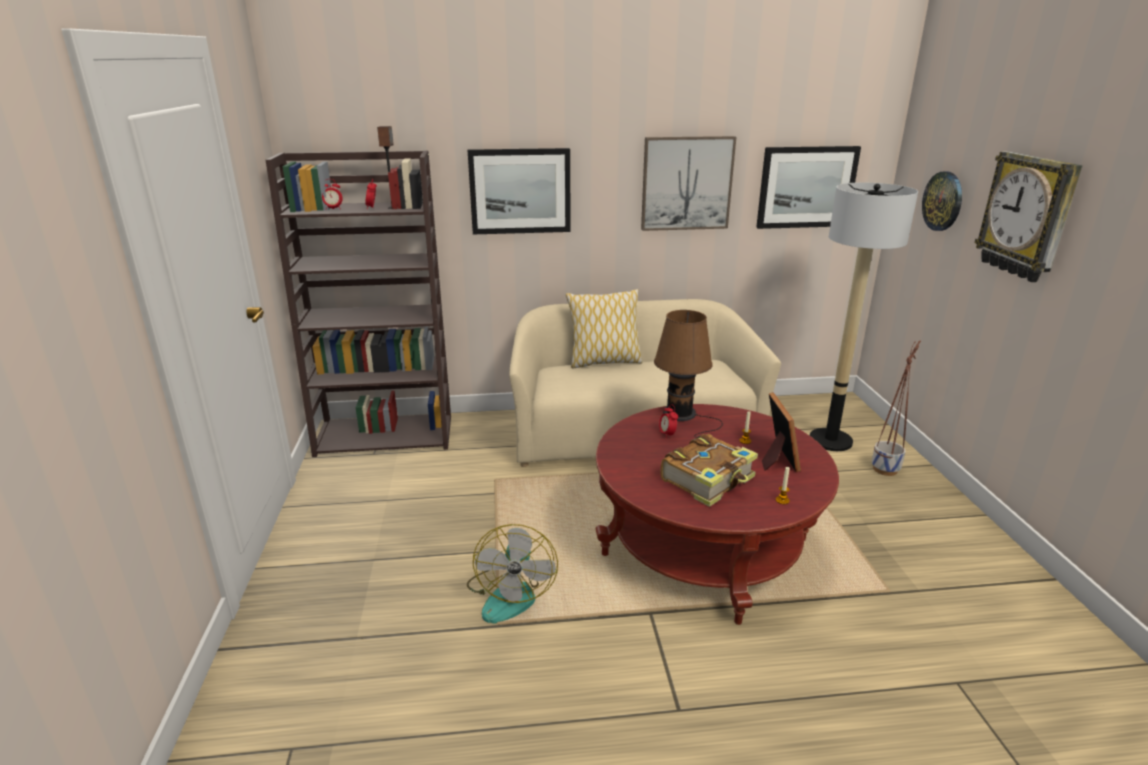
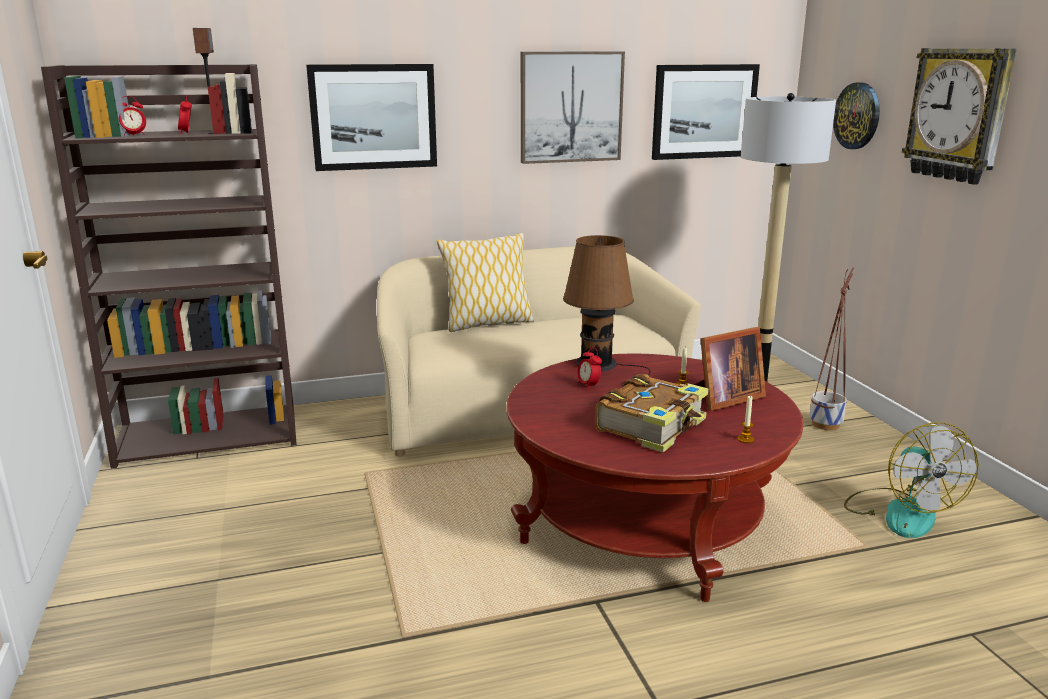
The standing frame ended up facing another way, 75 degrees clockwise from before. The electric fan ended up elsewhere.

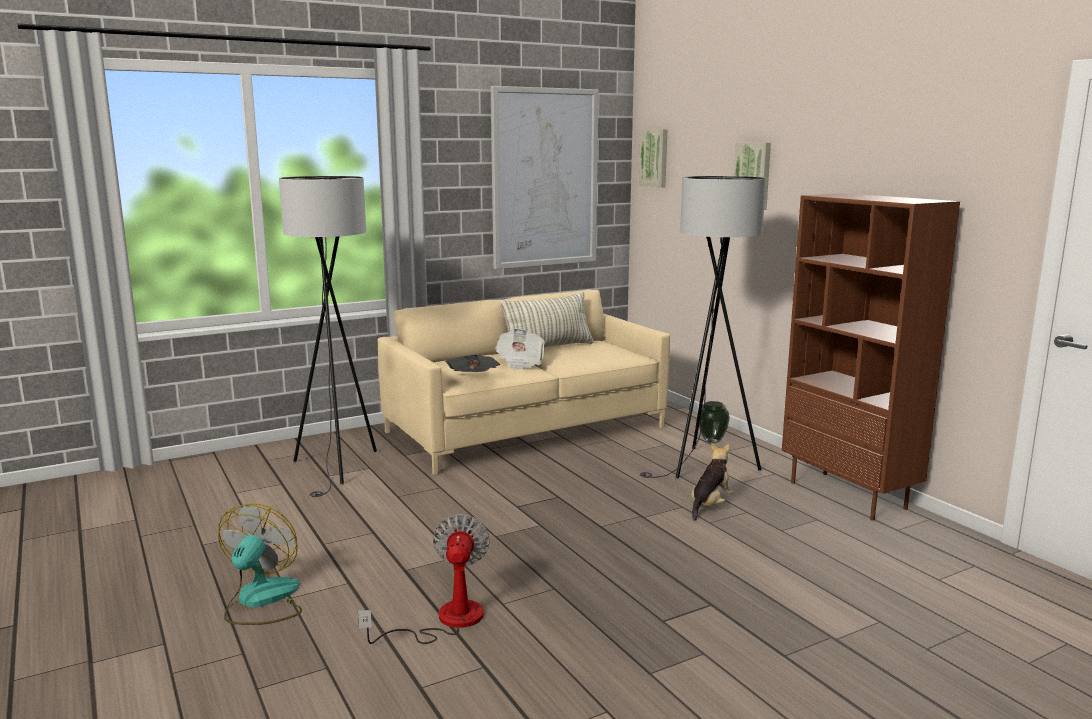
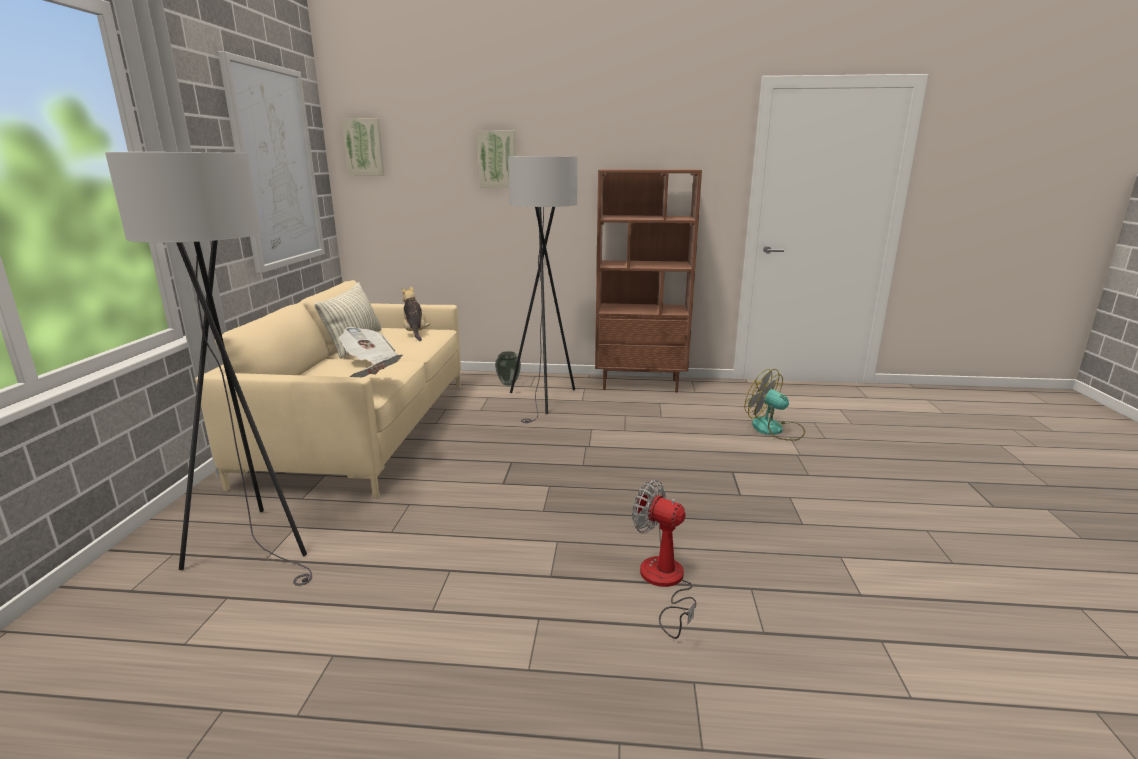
The plush toy ended up elsewhere. The electric fan (1st from left in the first image) ended up elsewhere.

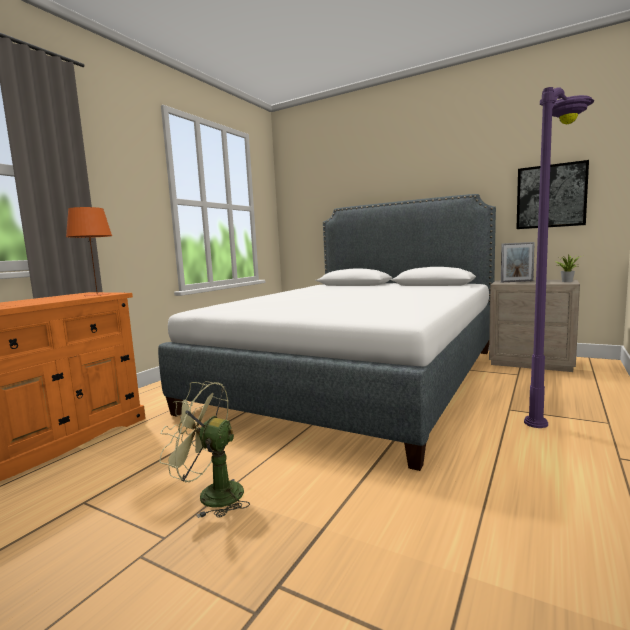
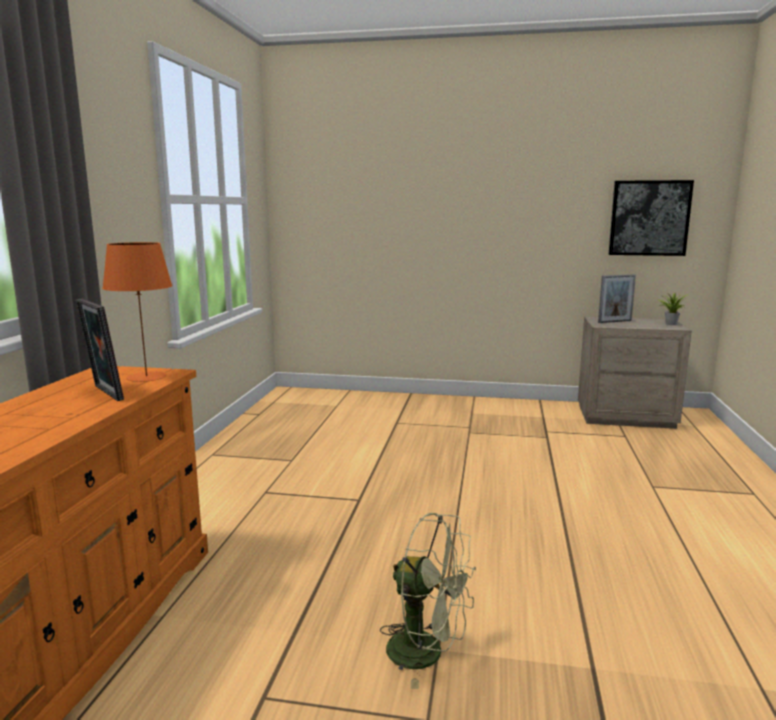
The second view gained the standing frame (1st from left). The green electric fan ended up facing another way, 150 degrees counterclockwise from before. The second view lost the white-coloured bedroom bed. The second view lost the purplish standard lamp.

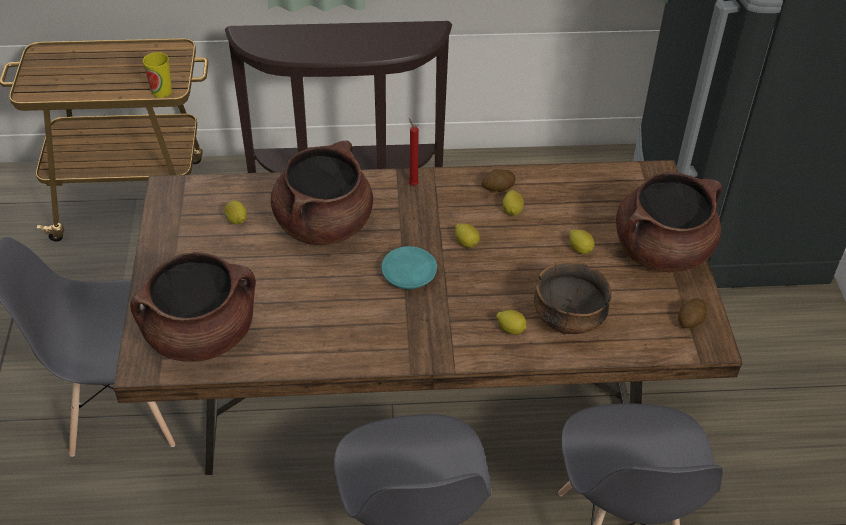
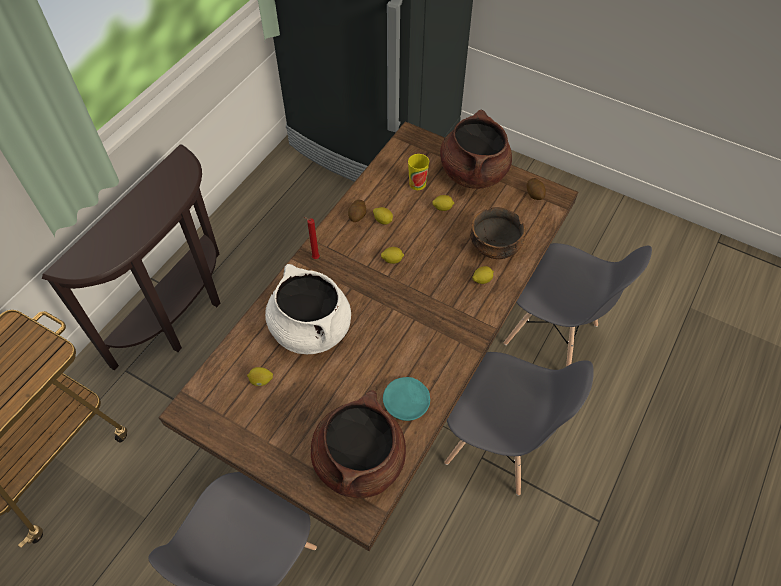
What was the brown saucepot (2nd from left) turned into the white-coloured saucepot. The turquoise-coloured flat dish ended up elsewhere. The small cup ended up elsewhere.

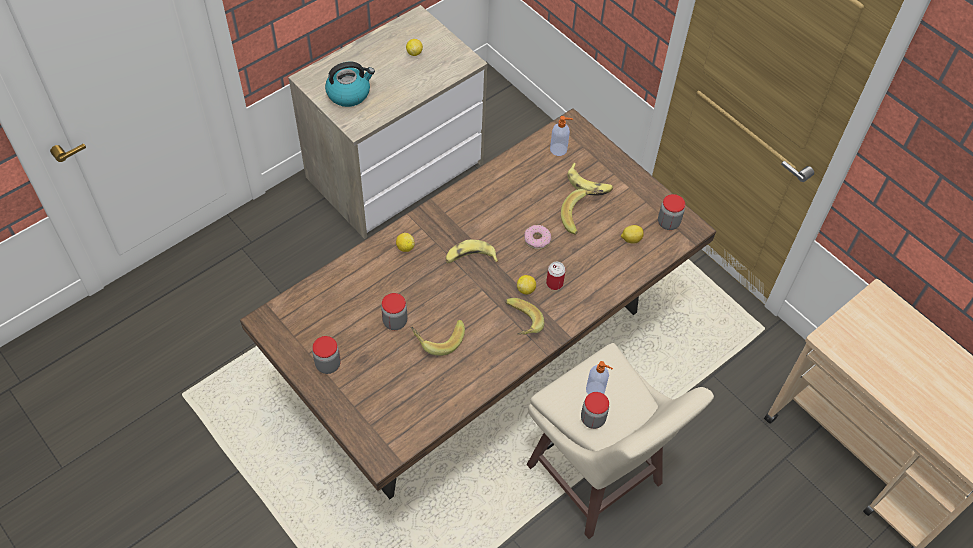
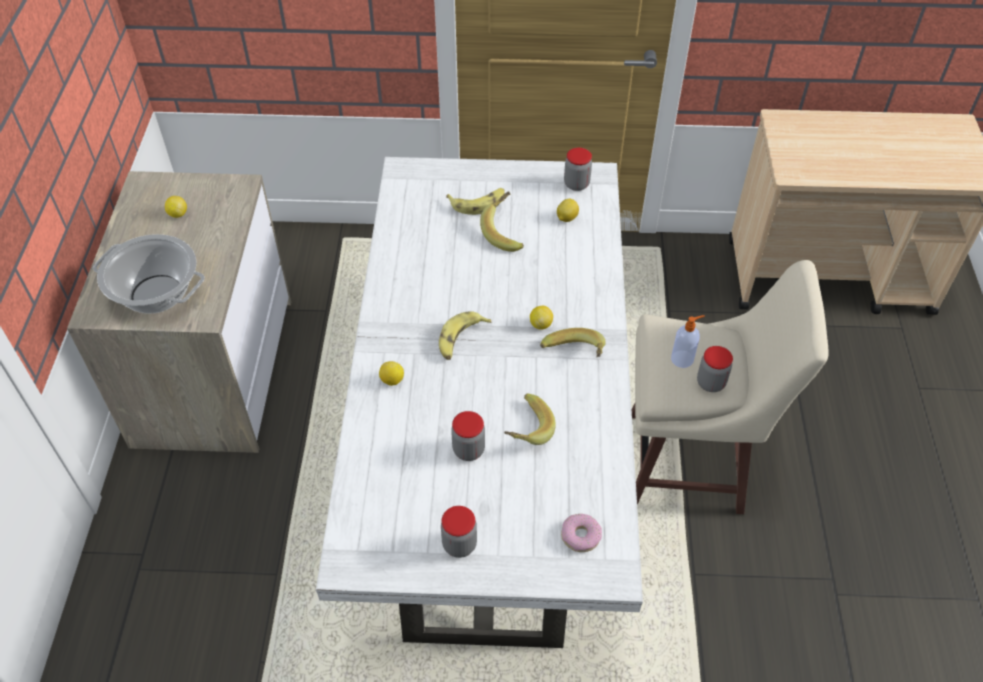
Where the tea kettle stood, the saucepot came to stand. What was the brown dining table turned into the white-coloured dining table. The doughnut ended up elsewhere. The second view lost the can. The second view lost the soap dispenser (1st from left).

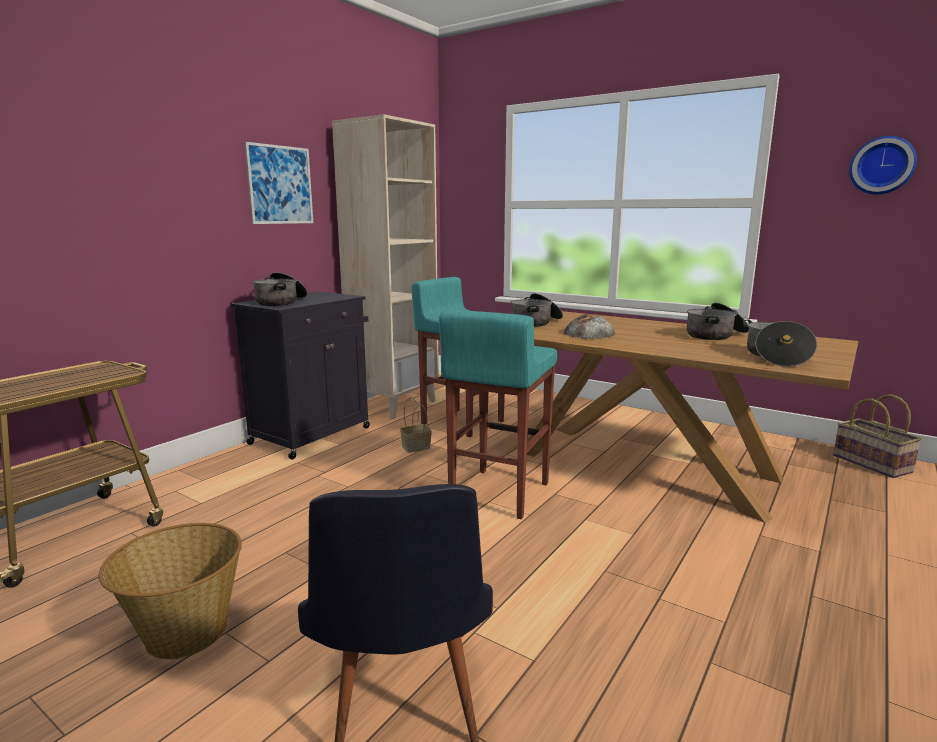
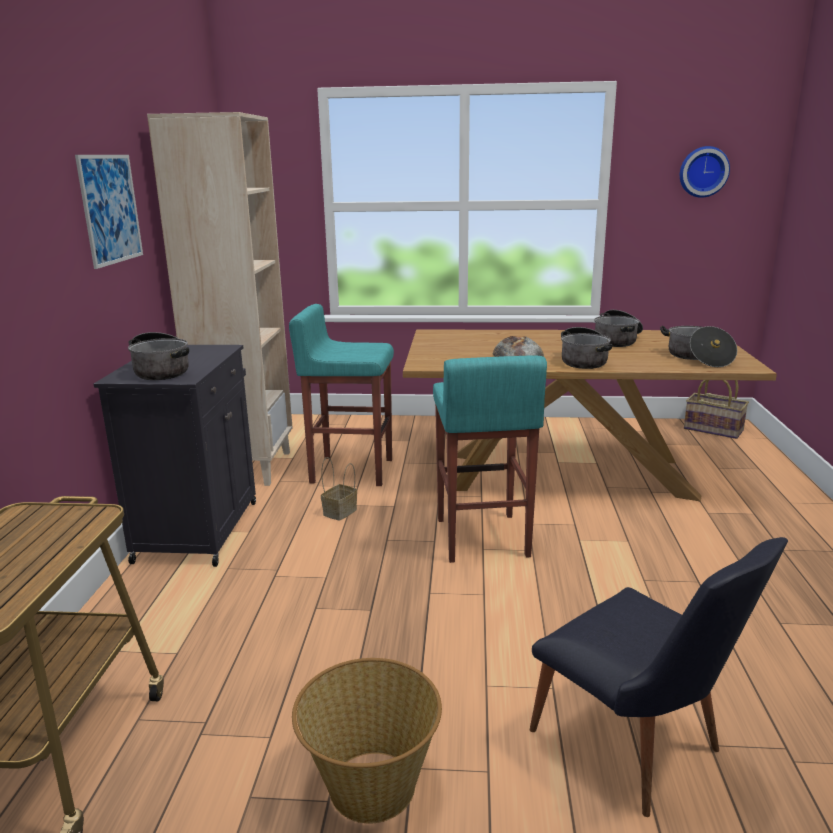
The saucepot (2nd from left) ended up elsewhere.

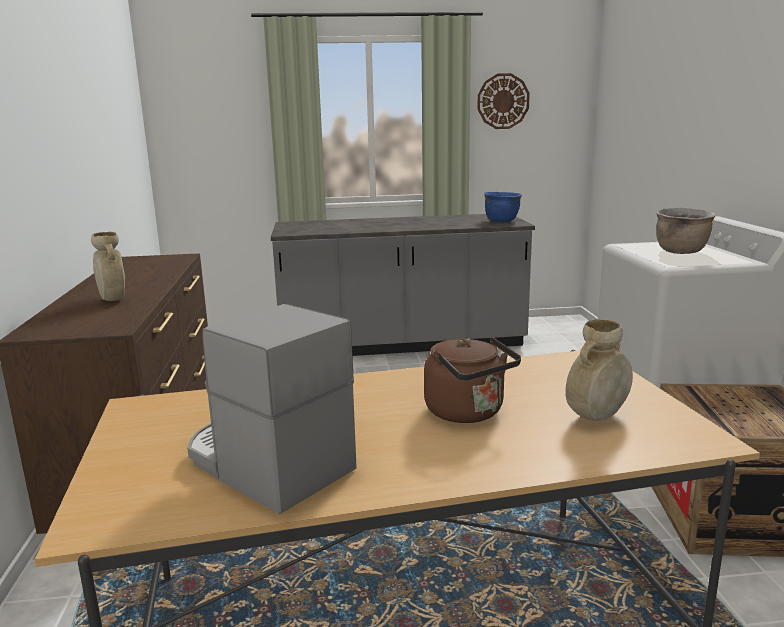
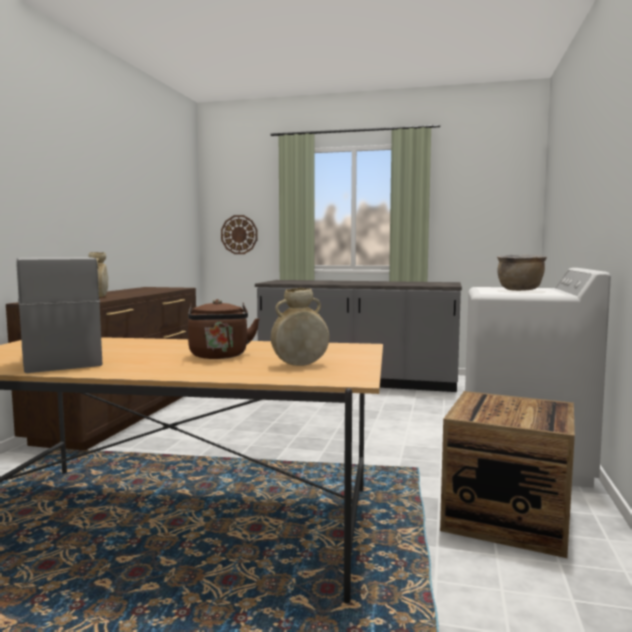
The clock on the wall ended up elsewhere. The second view lost the bluish saucepot.

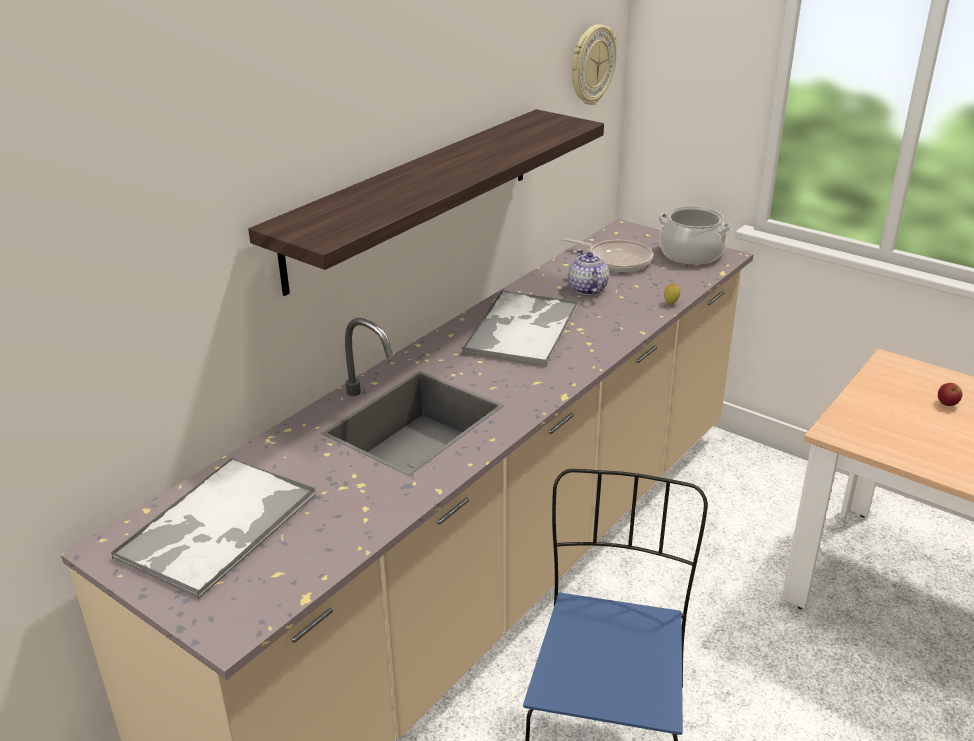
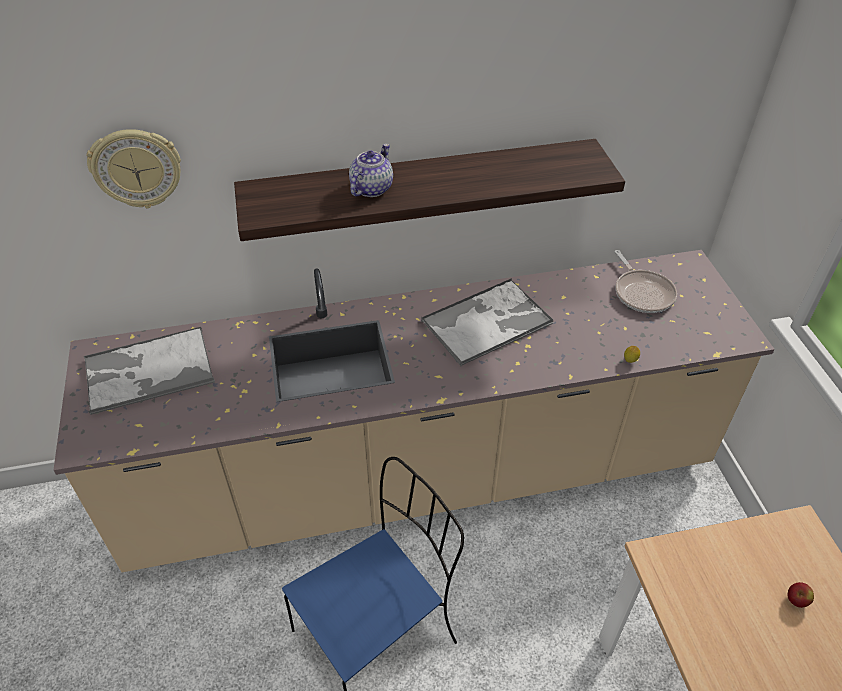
The clock on the wall ended up elsewhere. The teapot ended up elsewhere. The second view lost the saucepot.

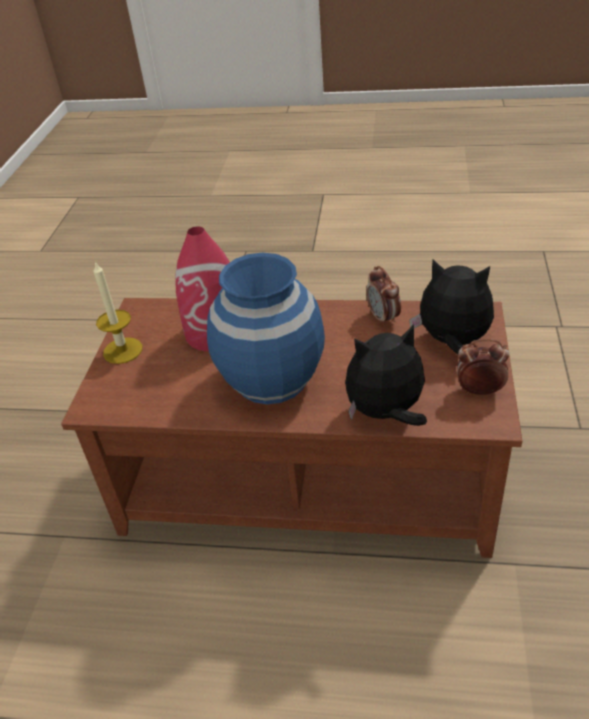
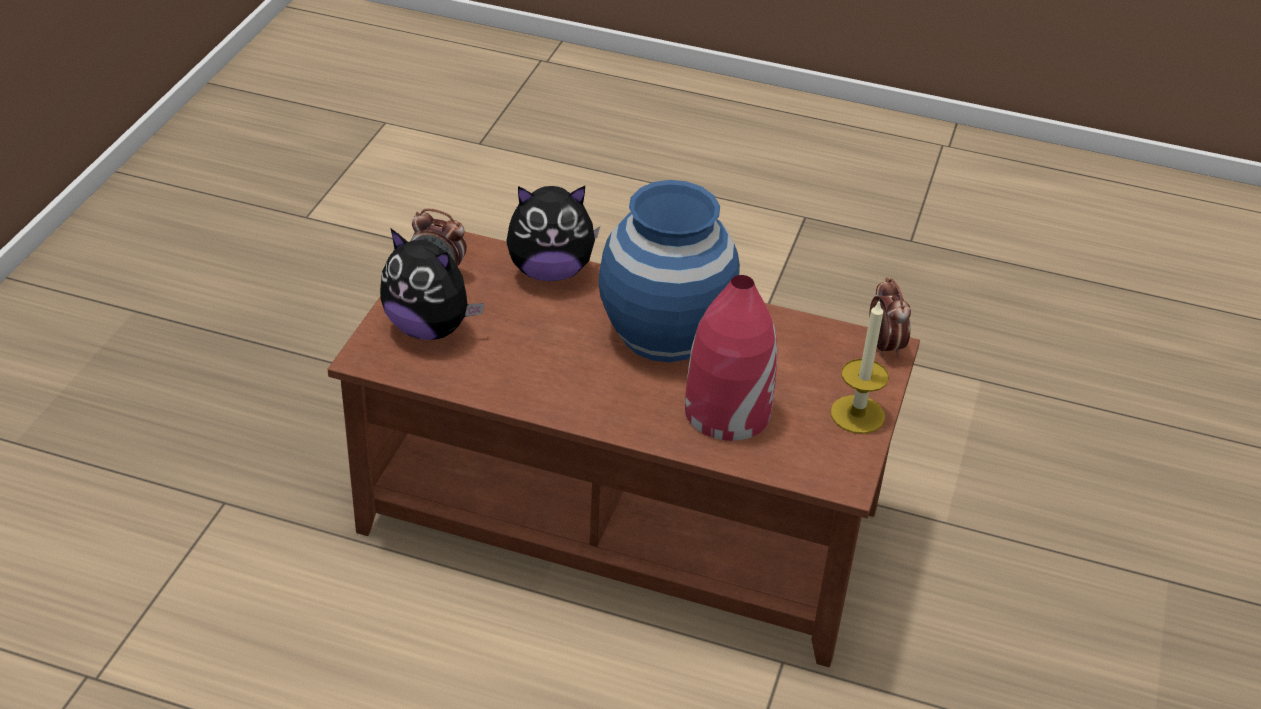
The alarm clock (1st from left in the first image) ended up elsewhere.

